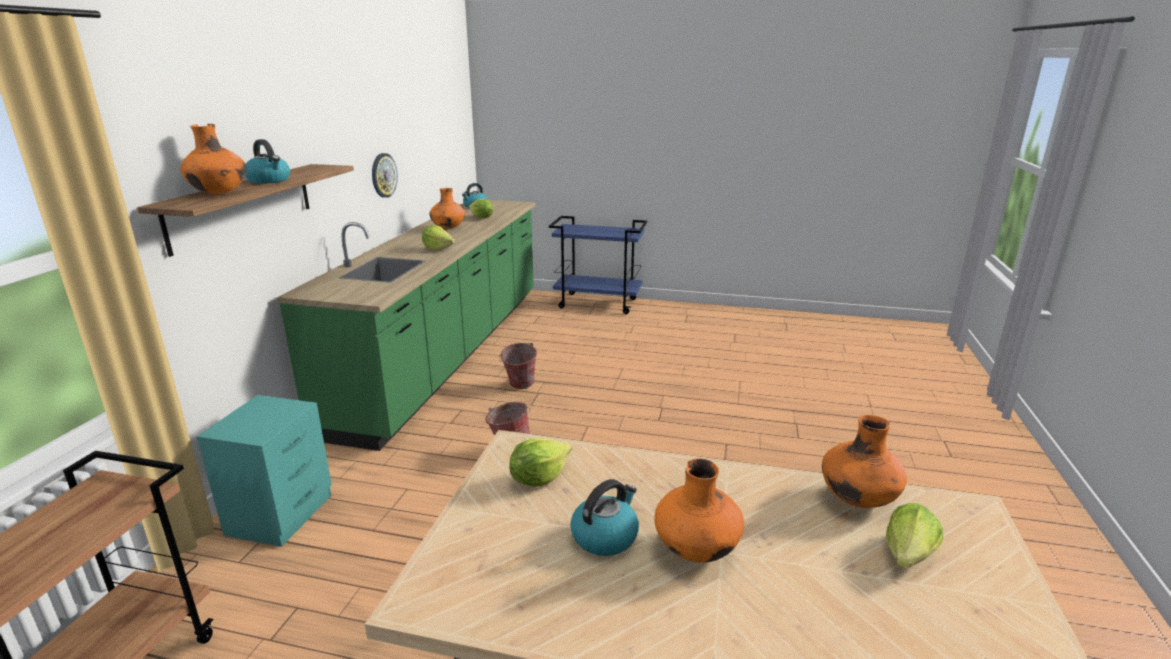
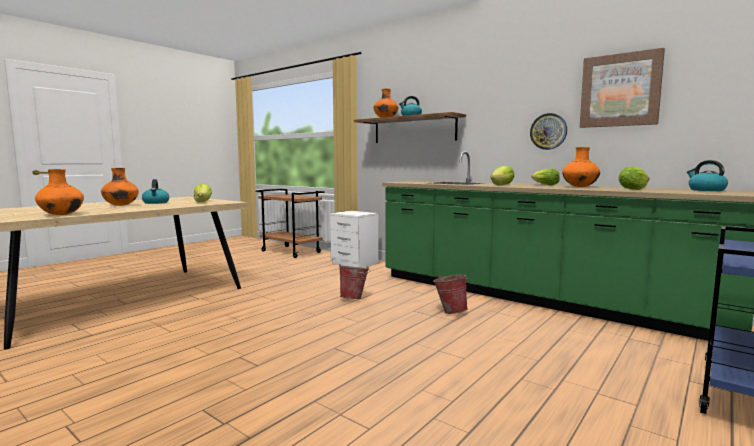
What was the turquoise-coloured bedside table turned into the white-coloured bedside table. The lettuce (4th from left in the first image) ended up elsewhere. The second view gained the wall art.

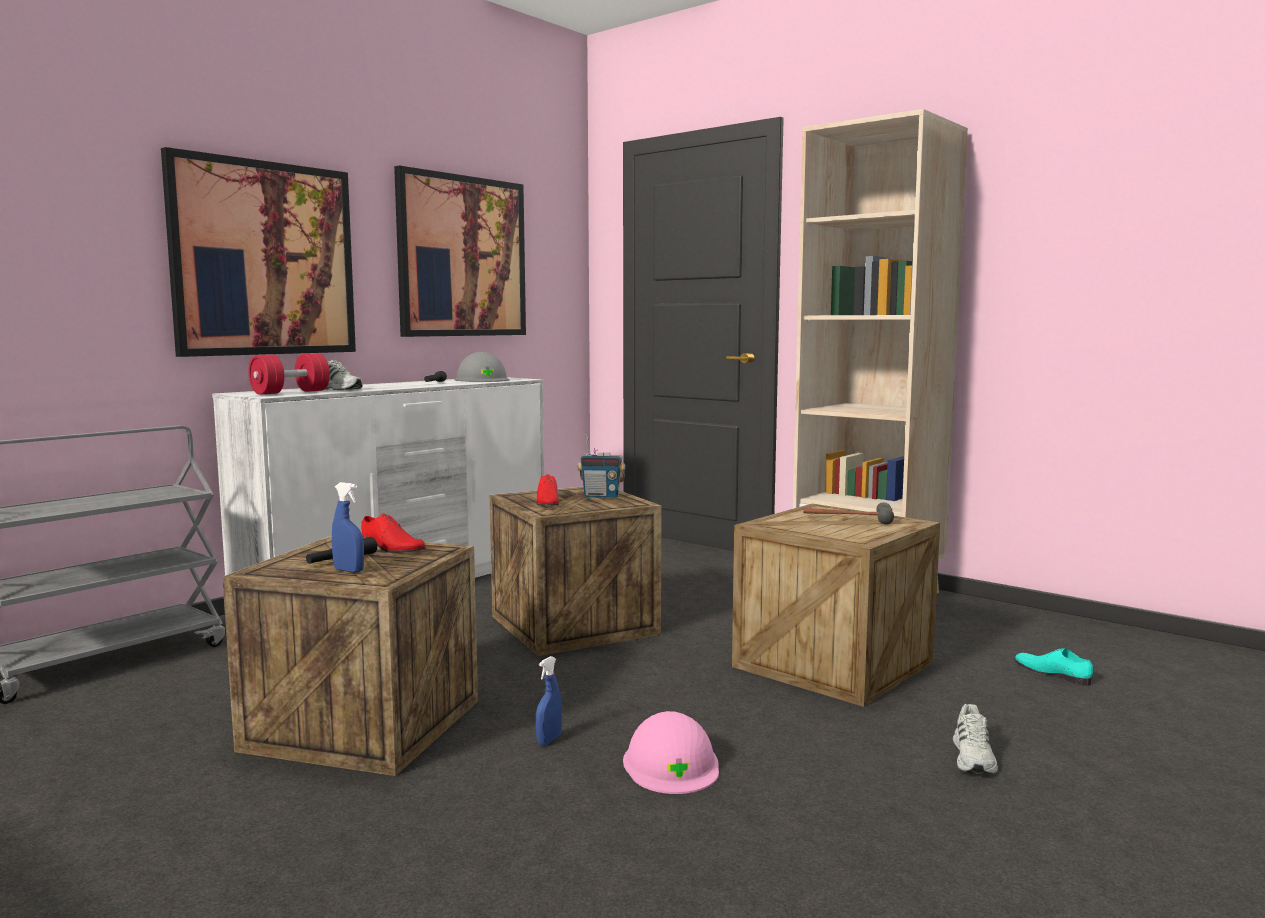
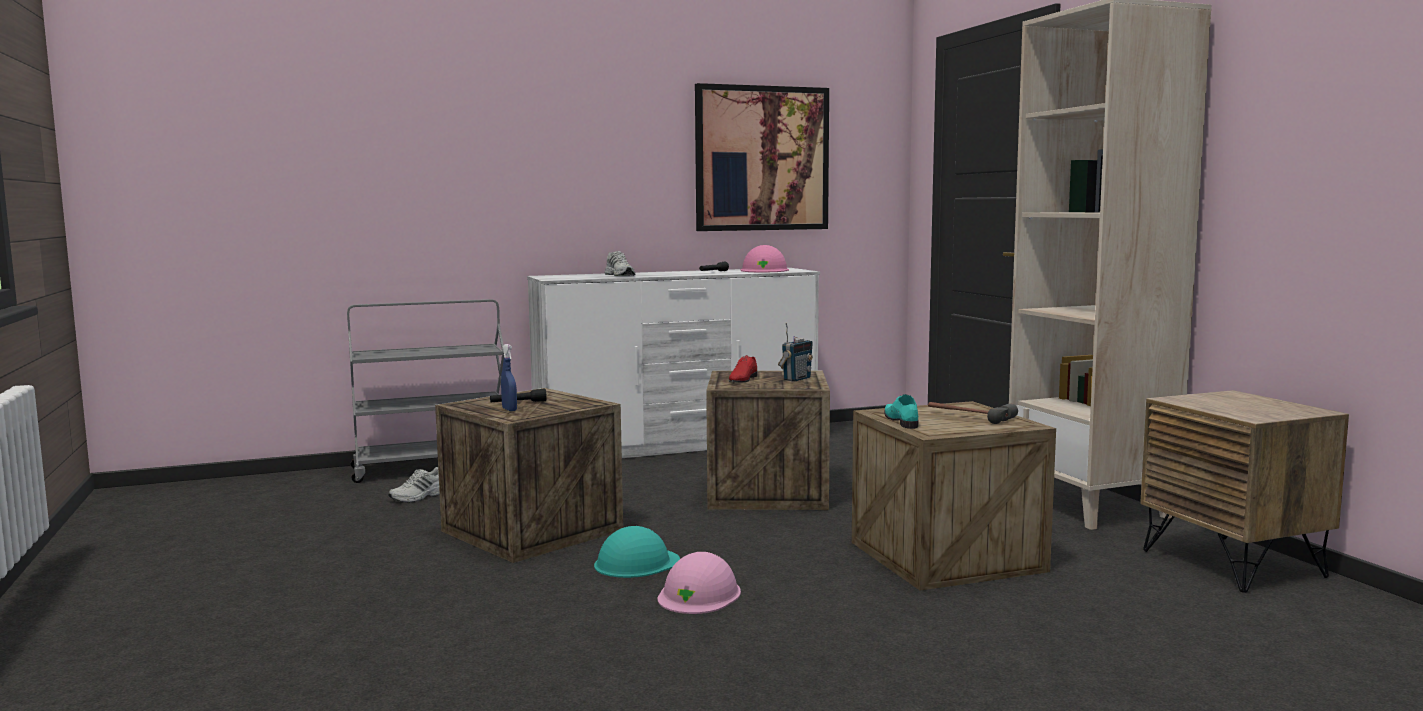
The white-coloured low shoe (2nd from left in the first image) ended up elsewhere. Where the bluish sprayer (2nd from left) stood, the turquoise-coloured hard hat came to stand. What was the gray hard hat turned into the pink hard hat (2nd from left). The radio ended up facing another way, 90 degrees counterclockwise from before. The turquoise-coloured low shoe ended up elsewhere. The second view gained the brown bedside table. The second view lost the wall art (1st from left). The second view lost the reddish free weight. The second view lost the reddish low shoe (1st from left).

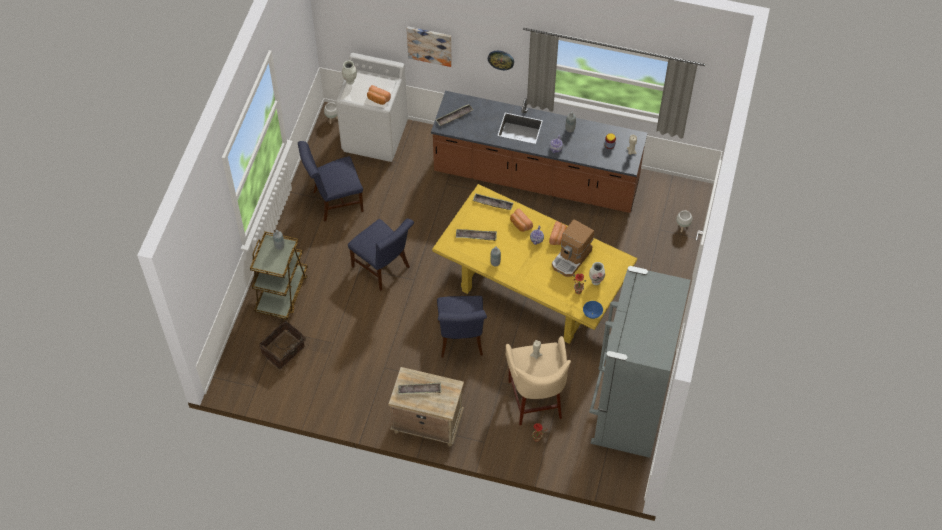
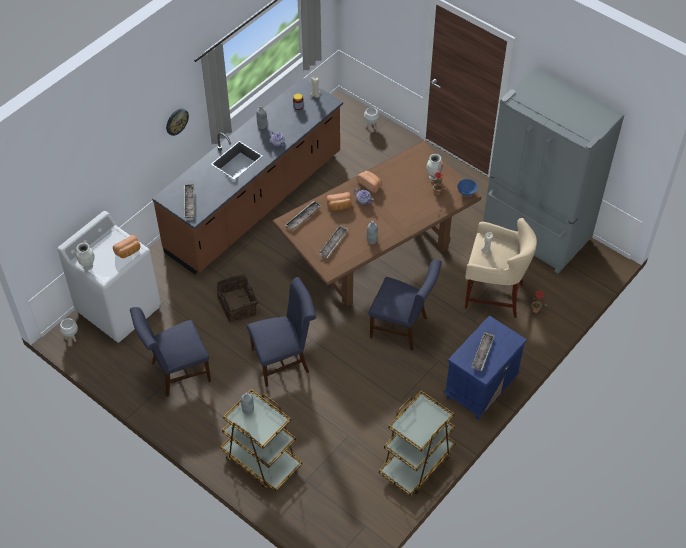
The bluish chair (1st from left) ended up facing another way, 60 degrees clockwise from before. The storage basket ended up elsewhere. What was the yellow dining table turned into the brown dining table. The second view gained the brown trolley (2nd from left). What was the beige-coloured bedside table turned into the bluish bedside table. The second view lost the wall art. The second view lost the coffee maker.

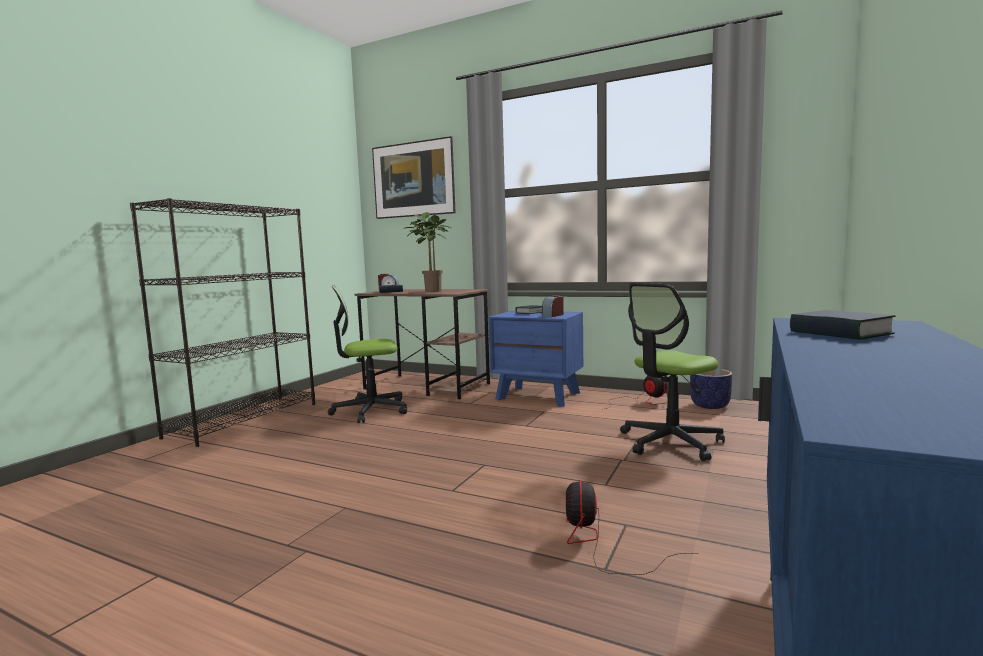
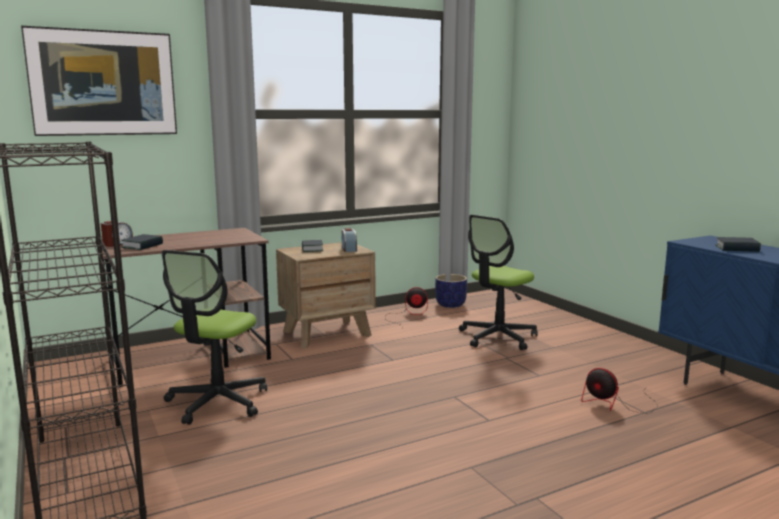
What was the bluish bedside table turned into the brown bedside table. The office chair (2nd from left) ended up facing another way, 45 degrees clockwise from before. The second view lost the plant in a pot.

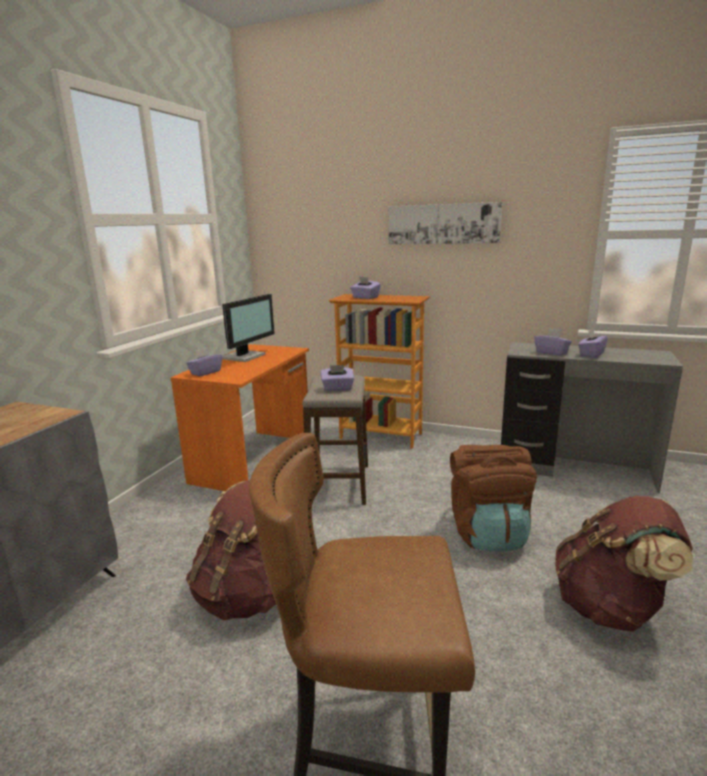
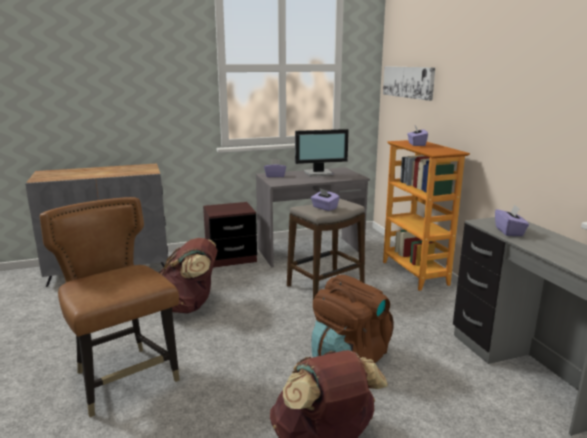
The second view gained the brown bedside table. What was the orange-coloured desk turned into the gray desk (1st from left). The wall art ended up elsewhere. The second view lost the purplish tissue holder (5th from left).

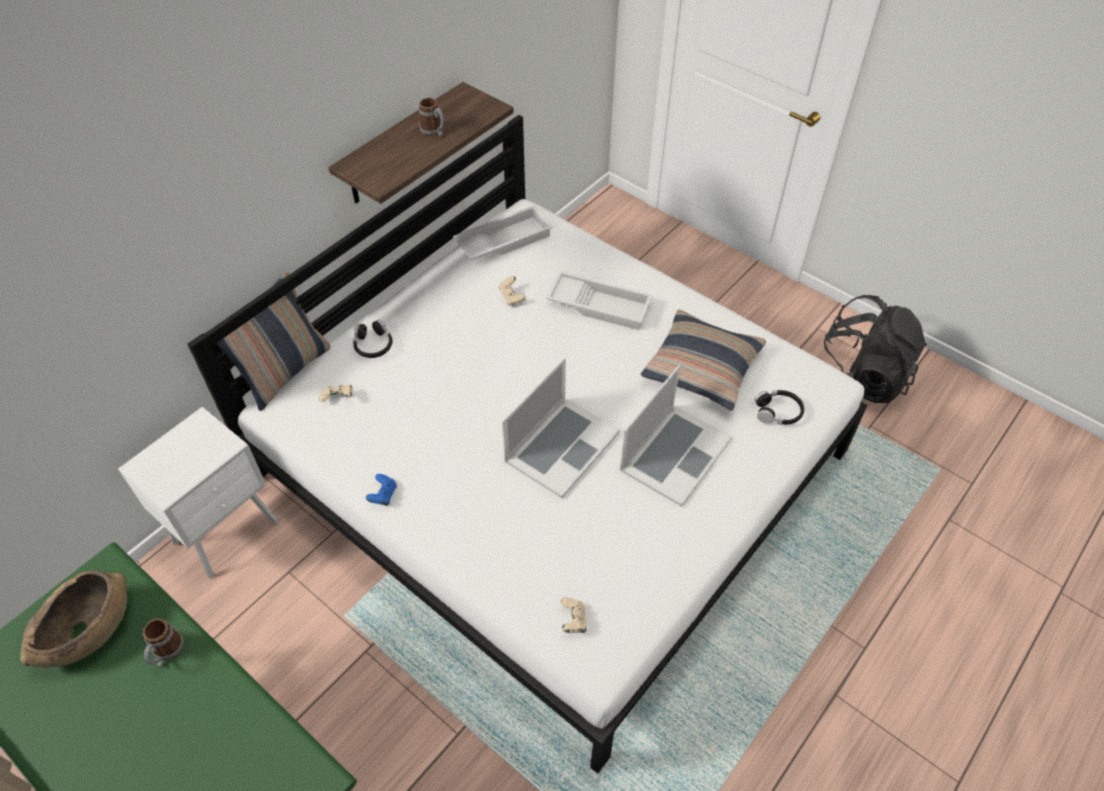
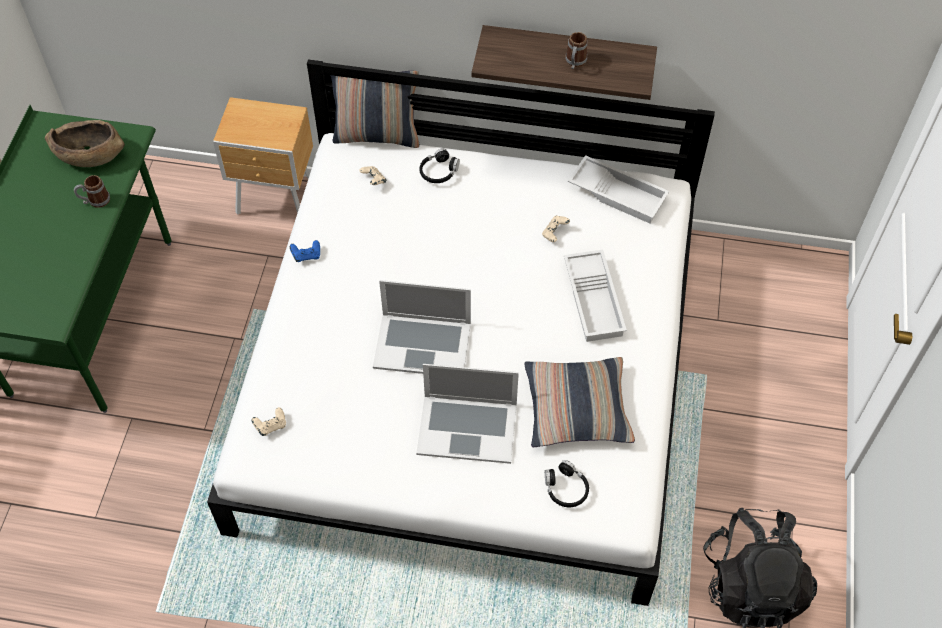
What was the white-coloured bedside table turned into the brown bedside table.

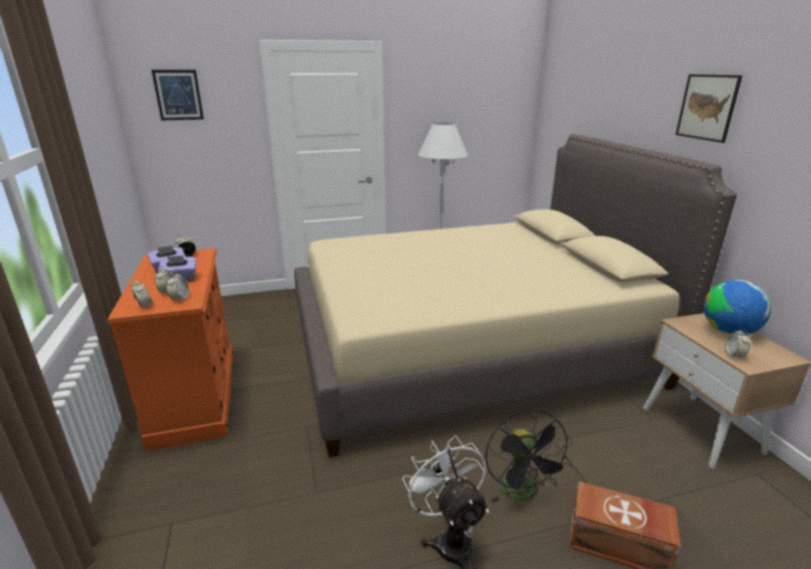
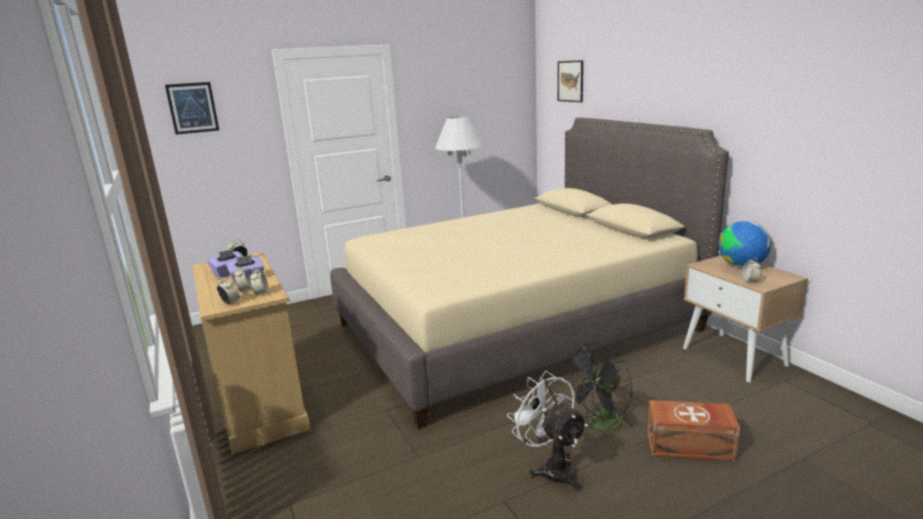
What was the orange-coloured dresser turned into the beige-coloured dresser. The wall art (2nd from left) ended up elsewhere. The blackish electric fan ended up facing another way, 75 degrees clockwise from before.

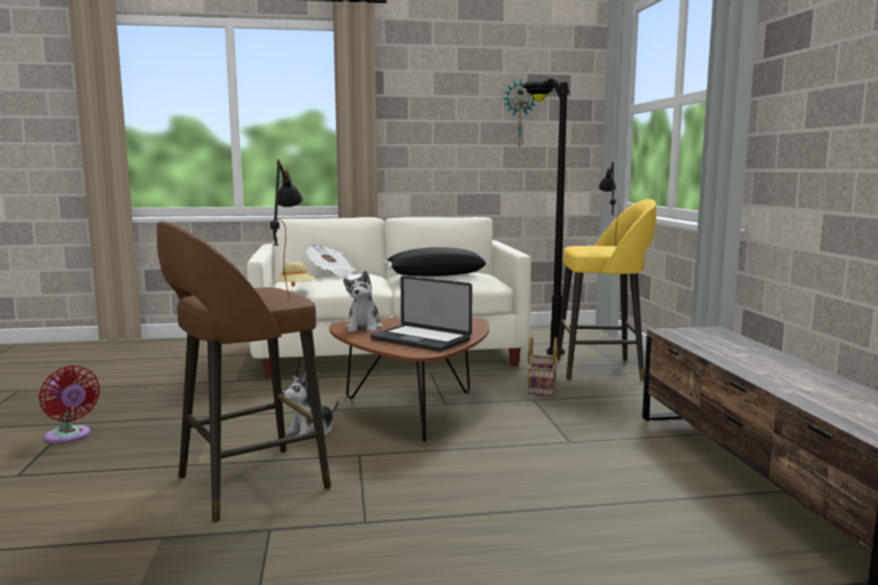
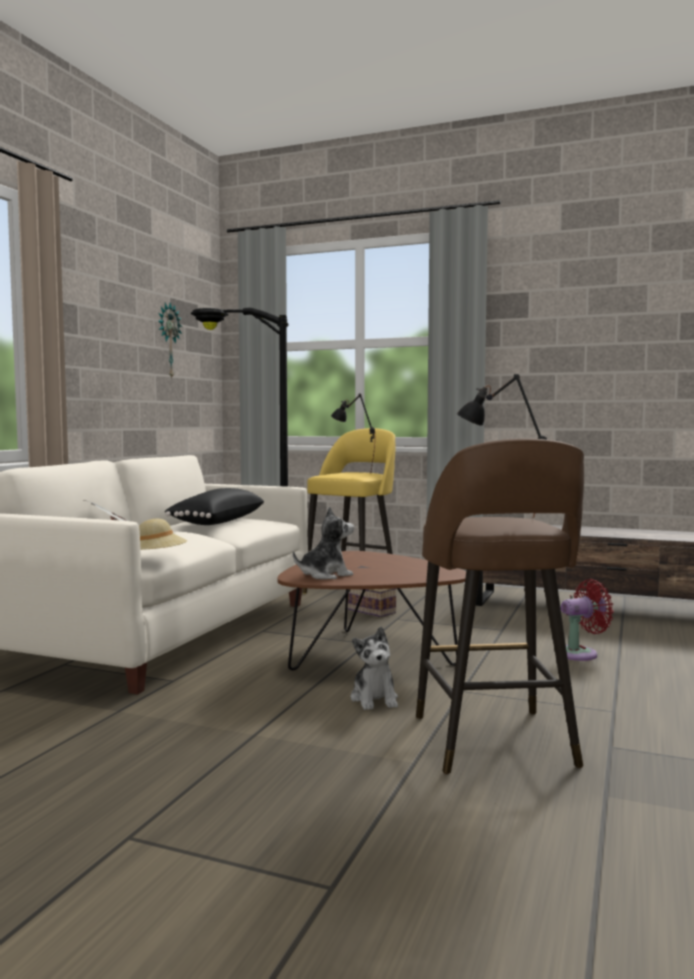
The plush toy (2nd from left in the first image) ended up facing another way, 60 degrees counterclockwise from before. The reddish electric fan ended up elsewhere. The second view lost the portable computer.

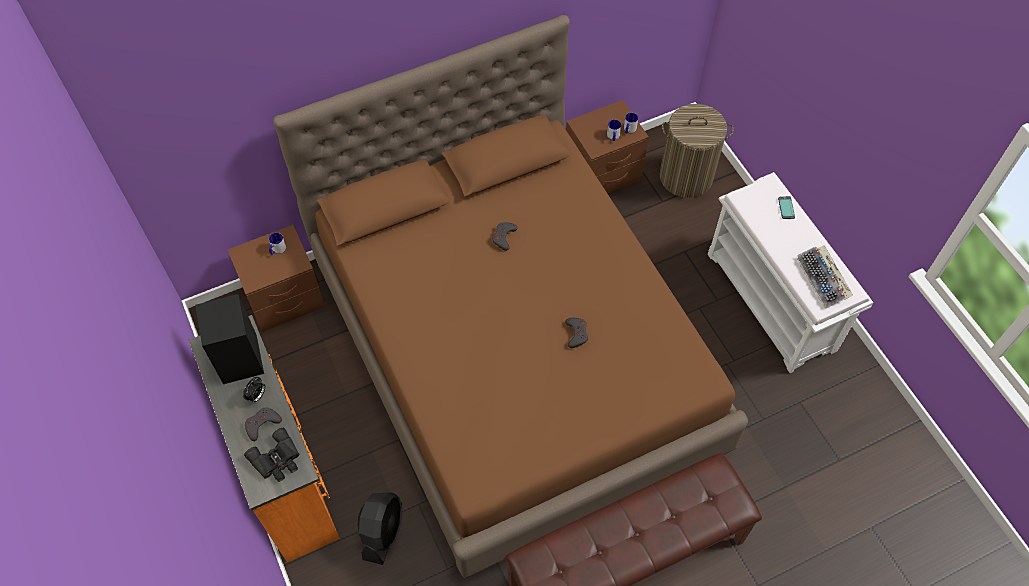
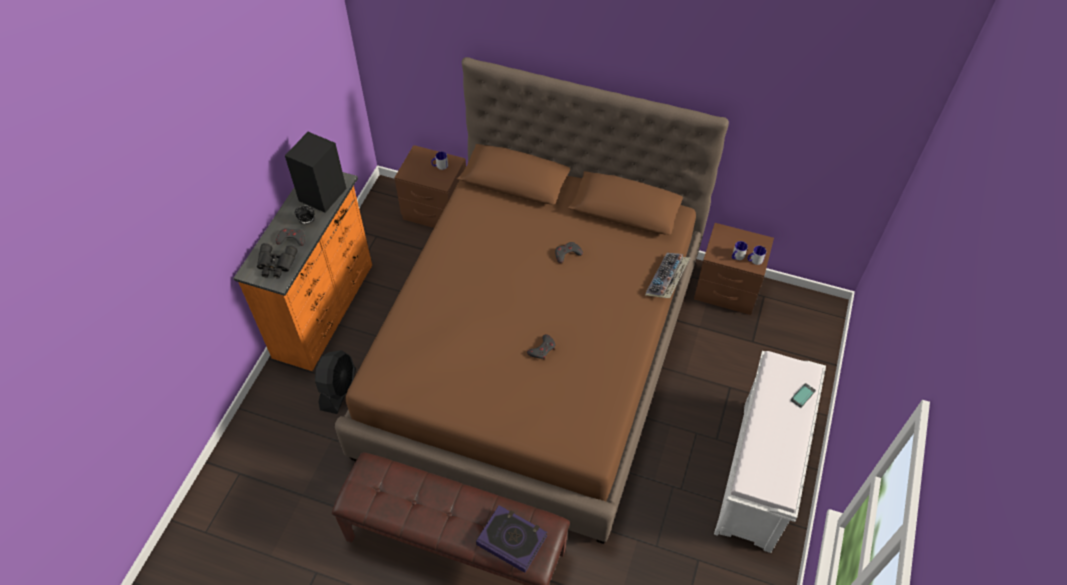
The blackish electric fan ended up facing another way, 45 degrees counterclockwise from before. The second view gained the book. The keyboard ended up elsewhere. The second view lost the hamper.

